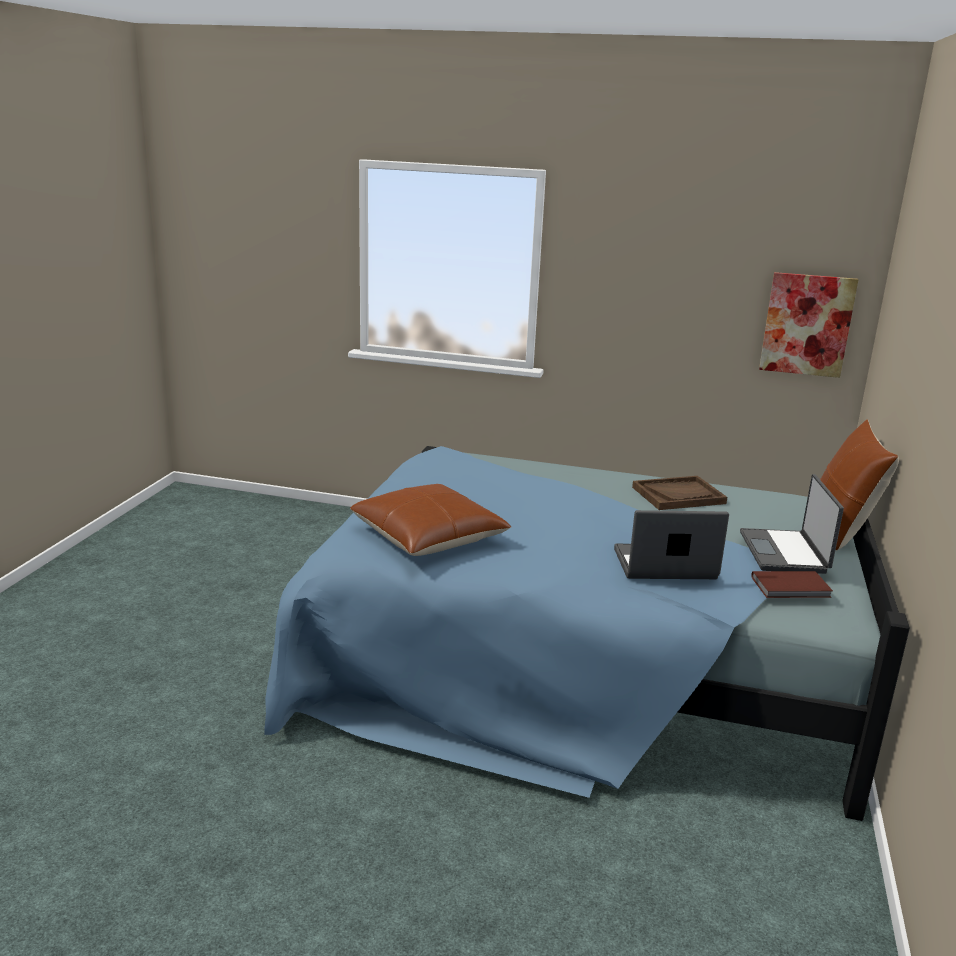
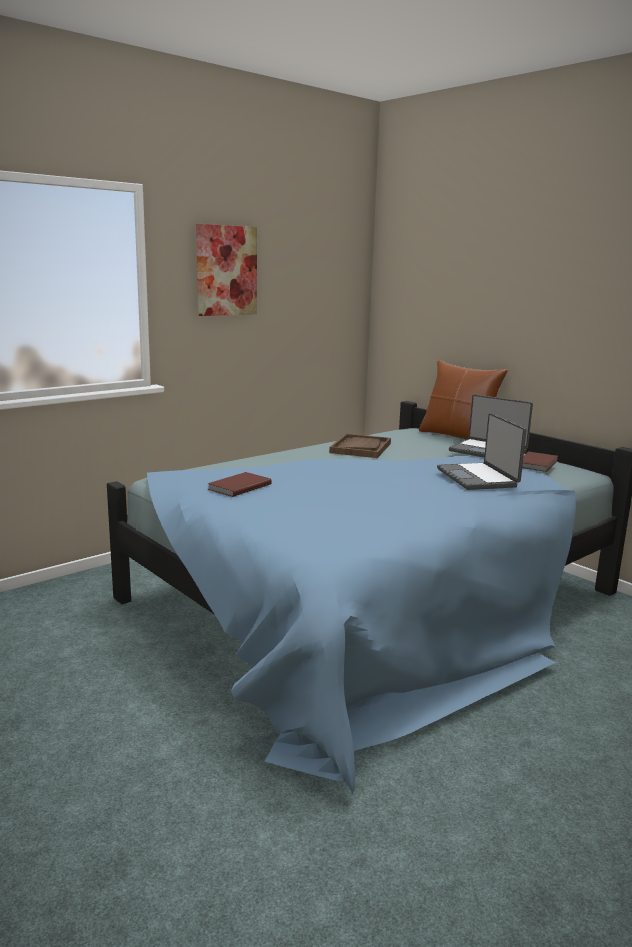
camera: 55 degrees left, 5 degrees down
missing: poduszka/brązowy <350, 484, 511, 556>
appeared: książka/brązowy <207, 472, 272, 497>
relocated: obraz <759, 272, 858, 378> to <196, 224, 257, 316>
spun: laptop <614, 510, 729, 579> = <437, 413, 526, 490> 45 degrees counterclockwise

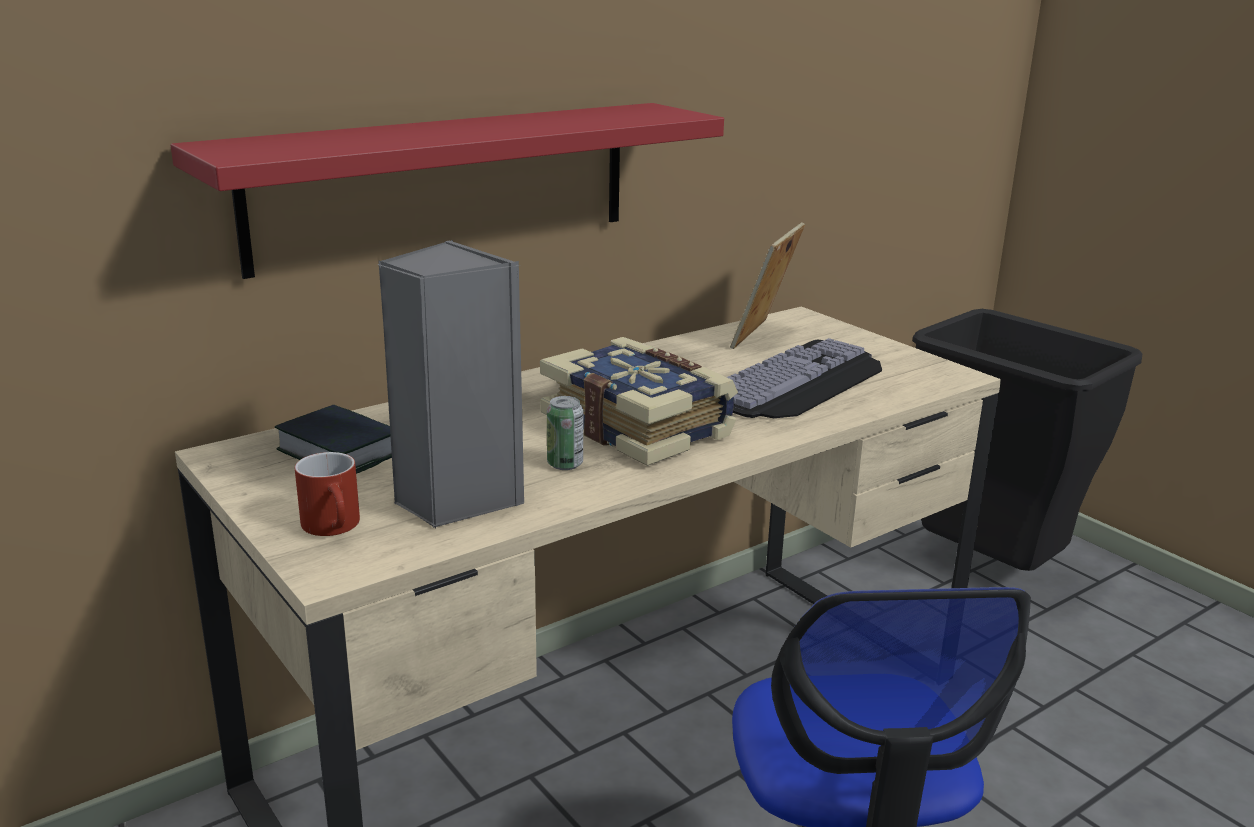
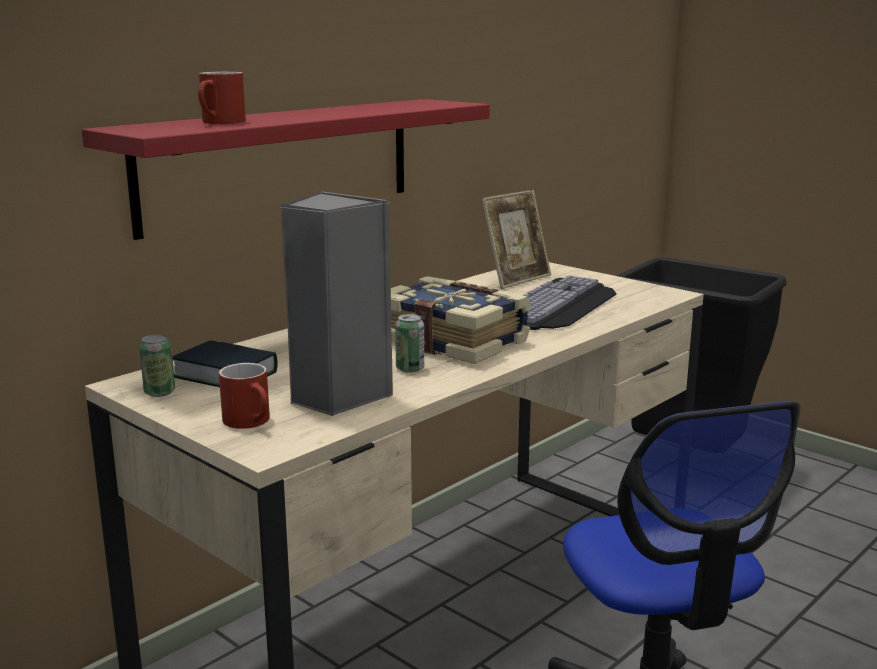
camera: 10 degrees left, 5 degrees down
appeared: puszka <139, 334, 175, 397>; kubek/czerwony <198, 72, 246, 124>
spun: ramka na zdjęcie <730, 222, 805, 349> = <482, 190, 551, 289> 150 degrees counterclockwise

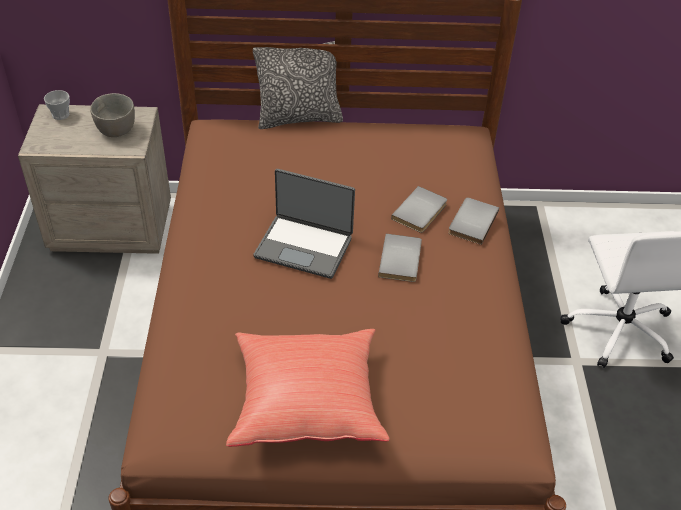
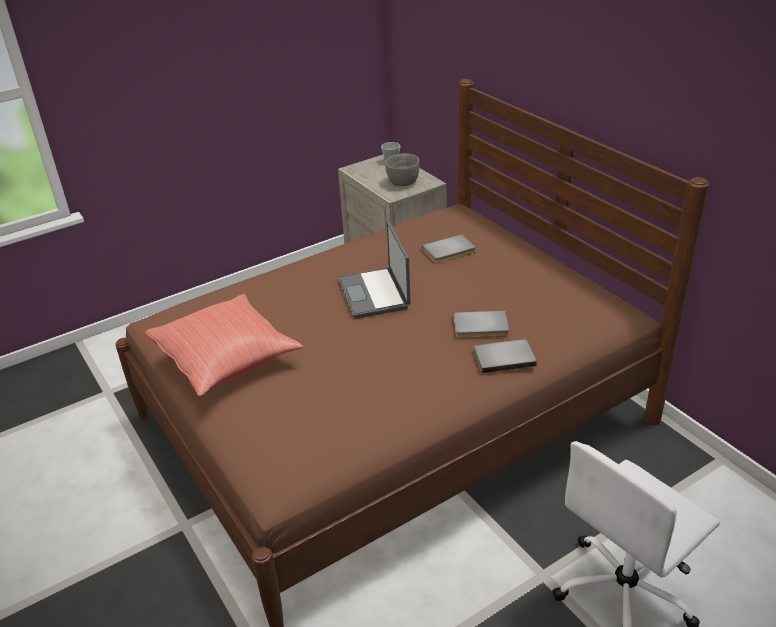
camera: 60 degrees right, 10 degrees down
missing: poduszka <253, 41, 343, 129>
relocated: książka/szary <378, 234, 422, 282> to <422, 234, 476, 263>

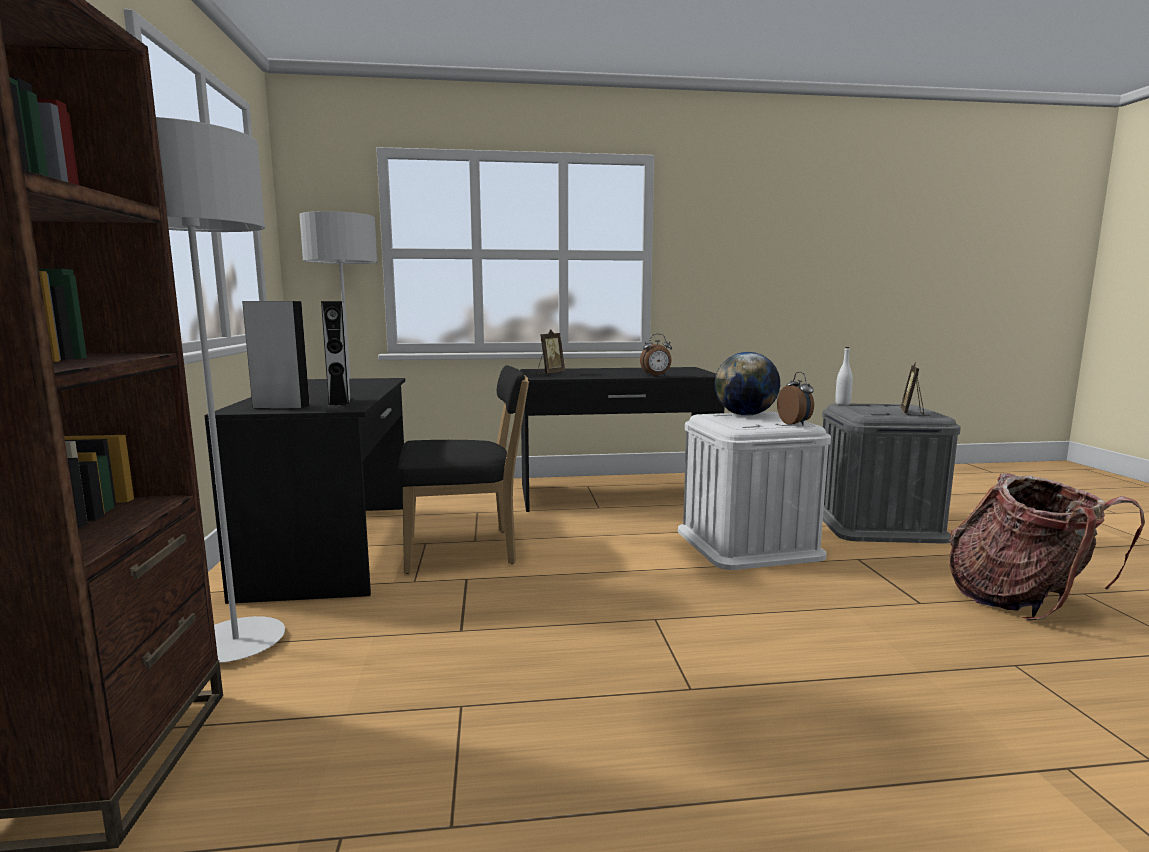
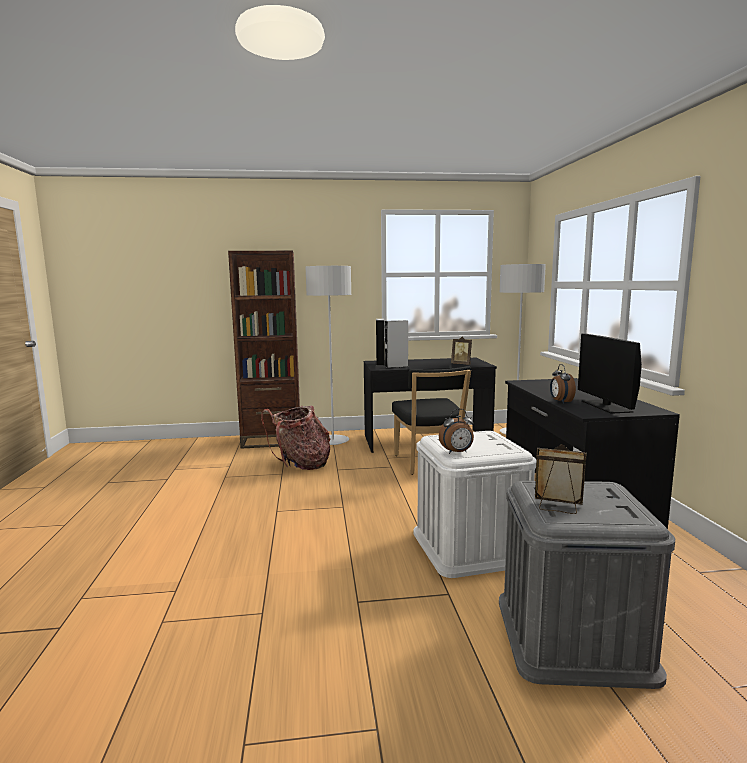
camera: 90 degrees right, 0 degrees up
missing: globus <714, 352, 780, 416>; butelka/biały <835, 347, 853, 405>
appeared: monitor <578, 333, 642, 414>
relocated: plecak <949, 473, 1145, 620> to <261, 406, 331, 470>; ramka na zdjęcie <537, 329, 565, 374> to <451, 337, 472, 365>

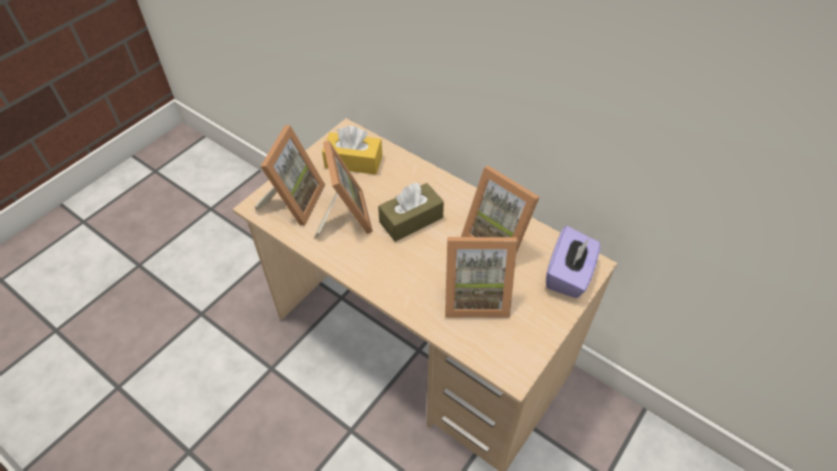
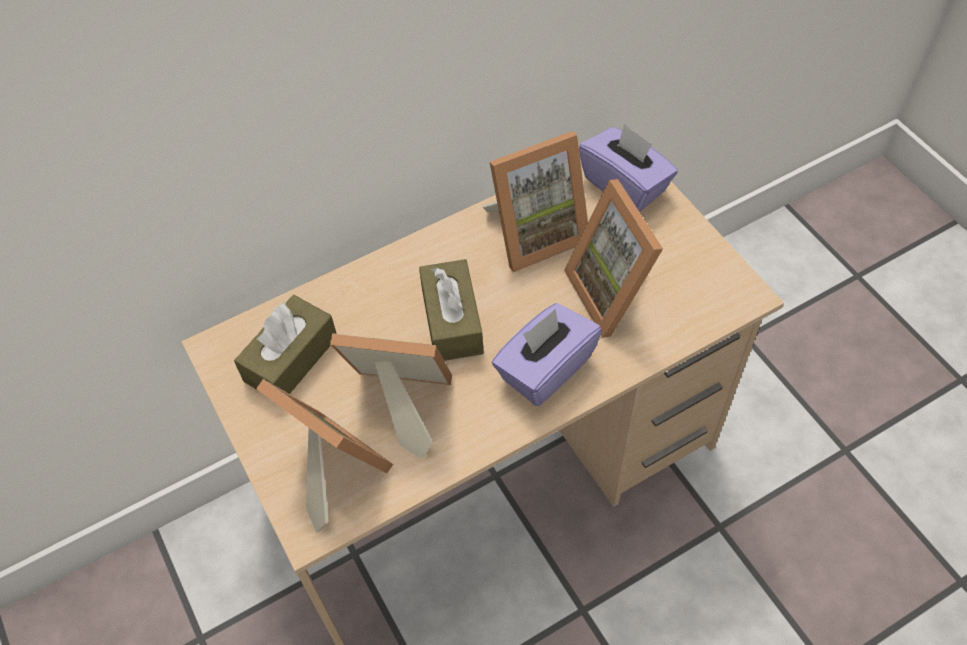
camera: 65 degrees left, 5 degrees up
appeared: pudełko chusteczek/fioletowy <492, 303, 602, 406>
colour: pudełko chusteczek/żółty <322, 126, 382, 175> to pudełko chusteczek/brązowy <234, 295, 337, 394>
spun: ramka na zdjęcie <445, 237, 518, 318> = <564, 179, 663, 338> 135 degrees clockwise

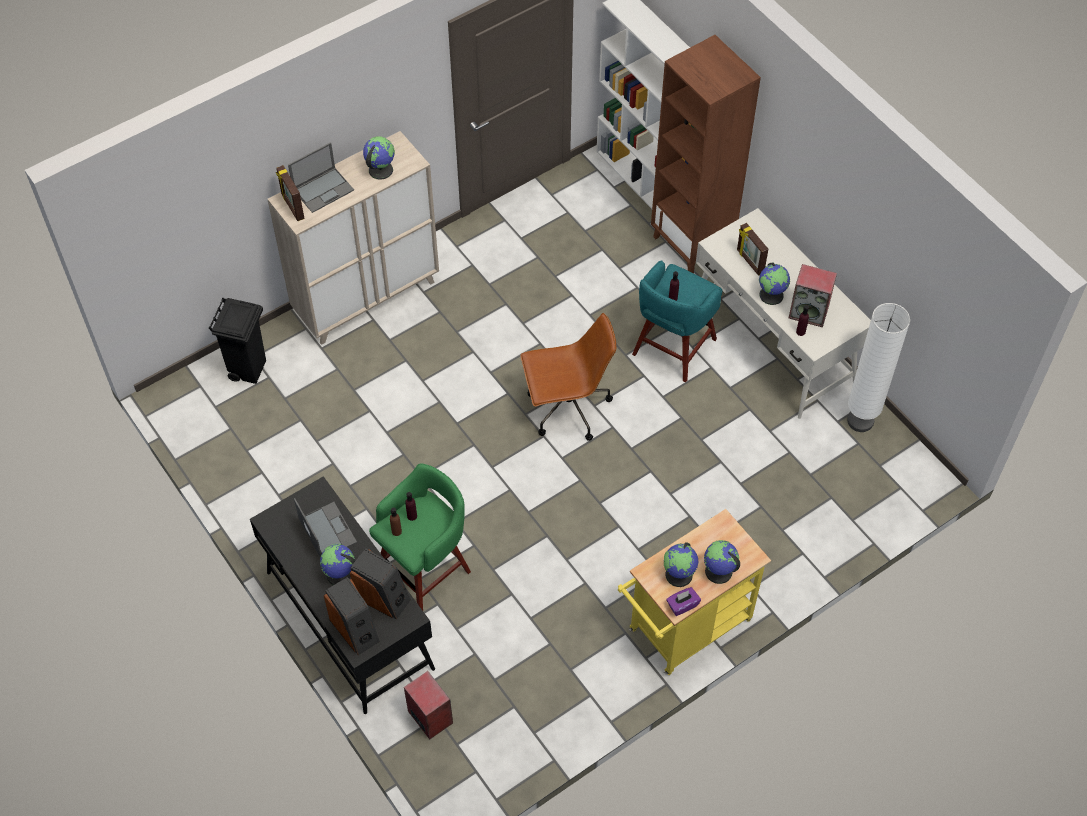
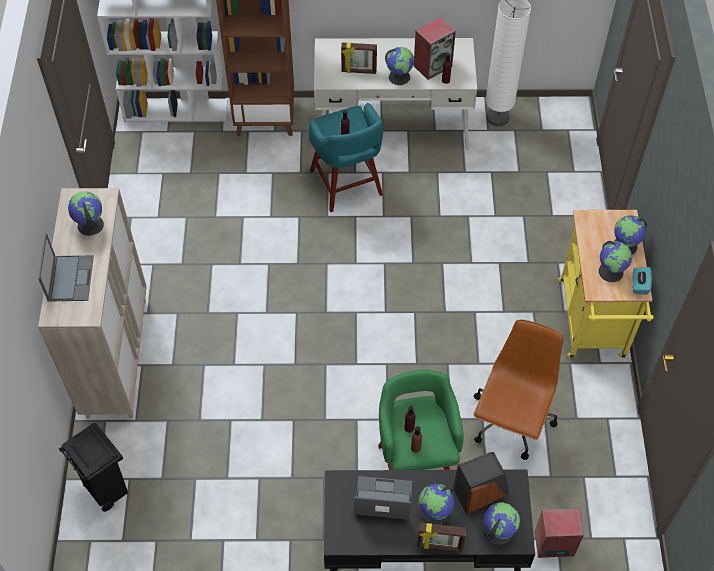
camera: 55 degrees left, 0 degrees up
relocated: ramka na zdjęcie <276, 165, 305, 221> to <417, 523, 466, 552>; krzesło biurowe/brązowy <520, 313, 616, 441> to <474, 320, 564, 460>
exchanged: głośnik <324, 577, 380, 655> to globus <484, 502, 520, 545>
colour: pudełko chusteczek/fioletowy <666, 587, 701, 616> to pudełko chusteczek/turkusowy <633, 267, 652, 295>

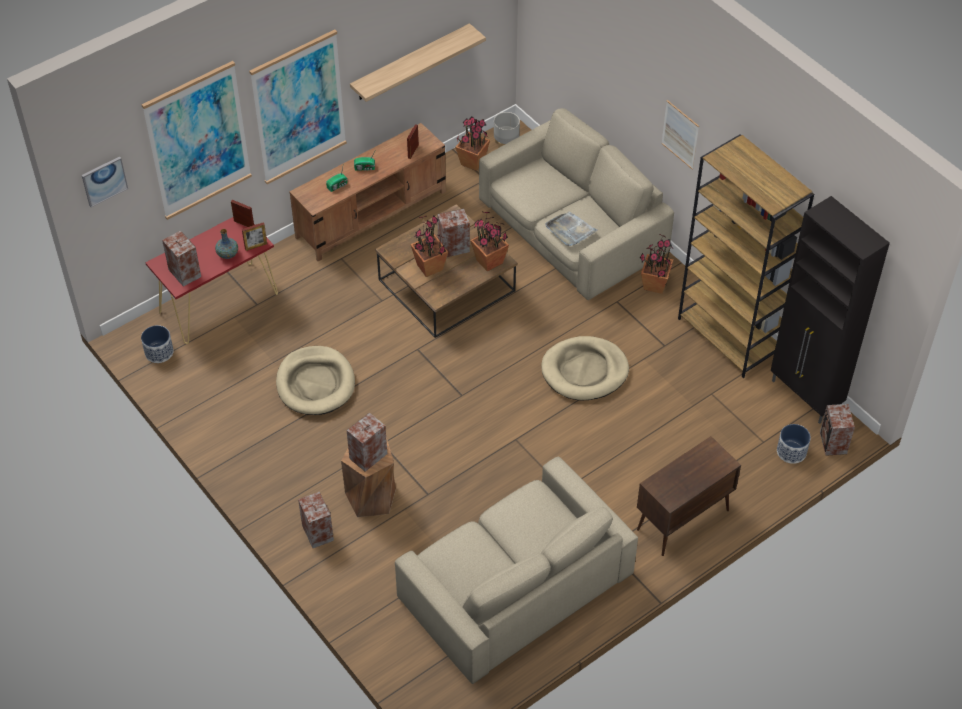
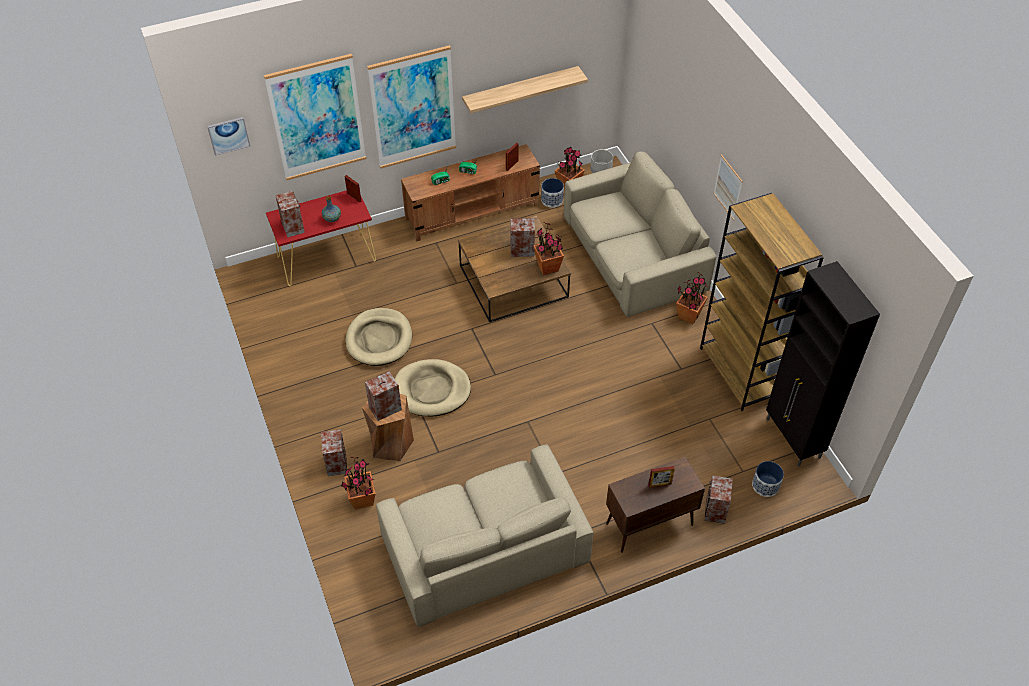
camera: 15 degrees right, 0 degrees up
missing: taca/szary <545, 211, 598, 246>
relocated: roślina doniczkowa <410, 216, 448, 277> to <341, 457, 376, 509>; legowisko/beżowy <541, 336, 629, 400> to <395, 359, 471, 416>; donica <141, 325, 174, 363> to <541, 178, 564, 208>; ramka na zdjęcie <242, 222, 267, 251> to <648, 466, 675, 488>; głośnik <820, 404, 855, 456> to <705, 476, 733, 524>

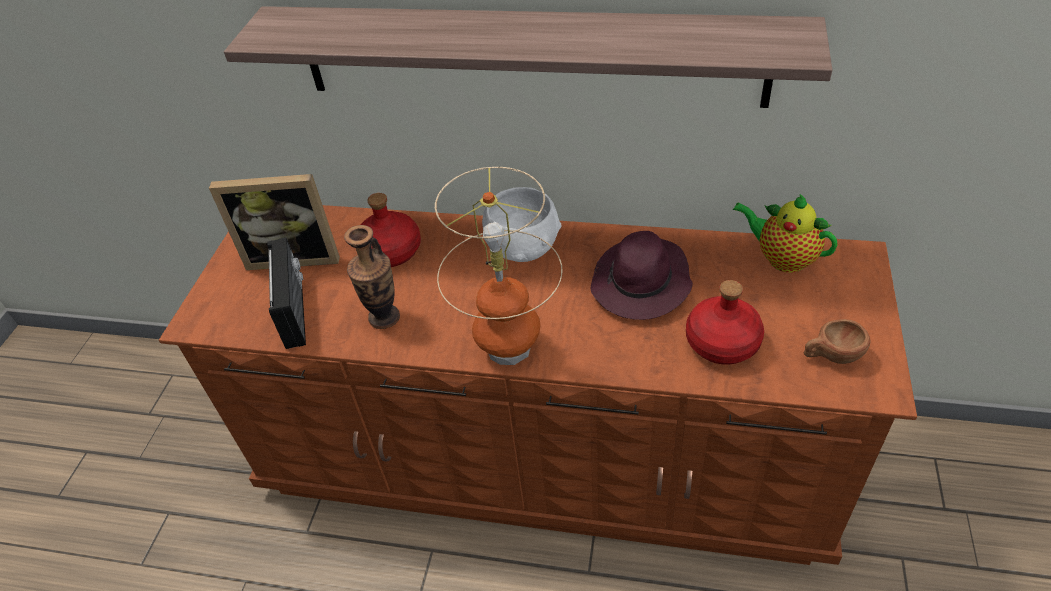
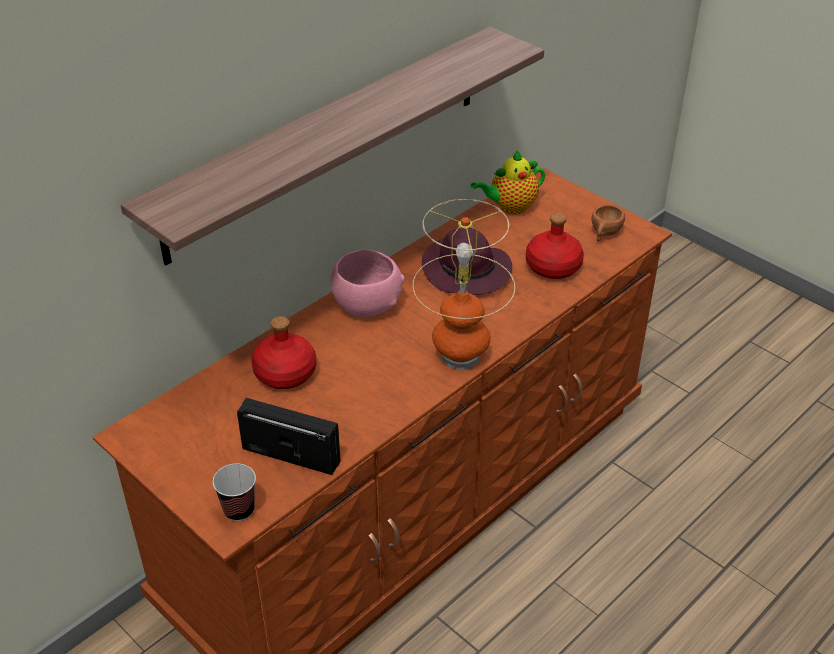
camera: 60 degrees left, 5 degrees down
missing: ramka na zdjęcie <209, 174, 340, 270>; wazon <344, 225, 400, 329>
appeared: filiżanka <213, 463, 256, 522>
colour: miska/biały <482, 187, 561, 262> to miska/różowy <330, 250, 405, 318>

